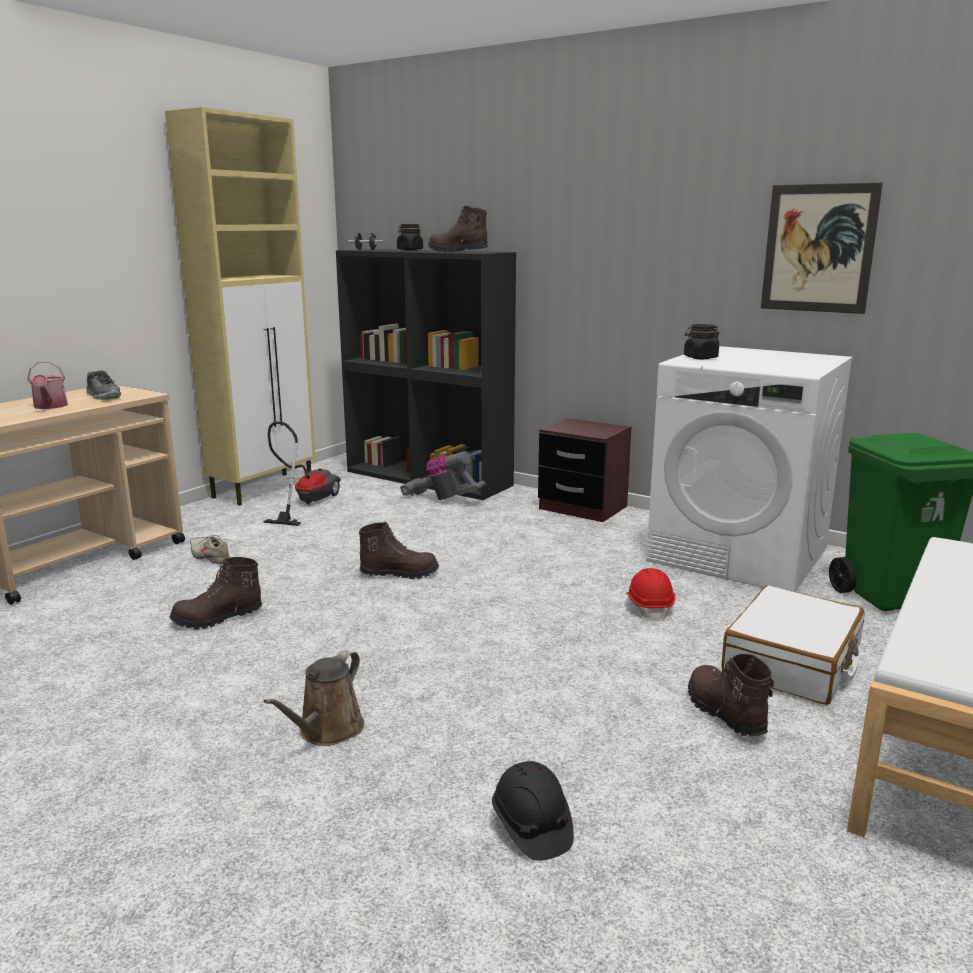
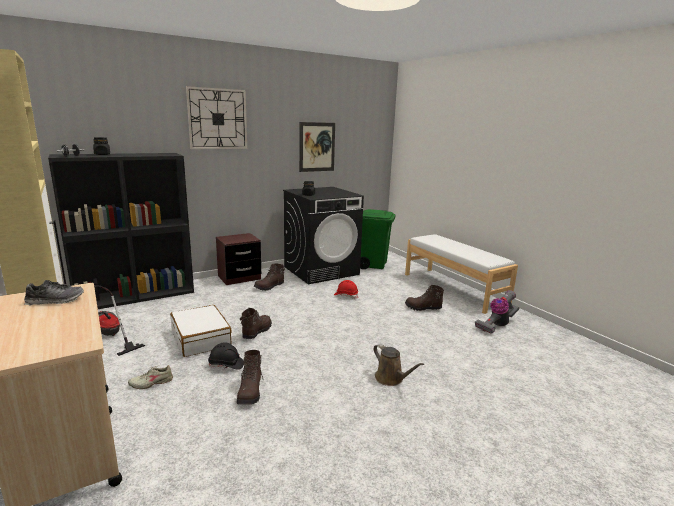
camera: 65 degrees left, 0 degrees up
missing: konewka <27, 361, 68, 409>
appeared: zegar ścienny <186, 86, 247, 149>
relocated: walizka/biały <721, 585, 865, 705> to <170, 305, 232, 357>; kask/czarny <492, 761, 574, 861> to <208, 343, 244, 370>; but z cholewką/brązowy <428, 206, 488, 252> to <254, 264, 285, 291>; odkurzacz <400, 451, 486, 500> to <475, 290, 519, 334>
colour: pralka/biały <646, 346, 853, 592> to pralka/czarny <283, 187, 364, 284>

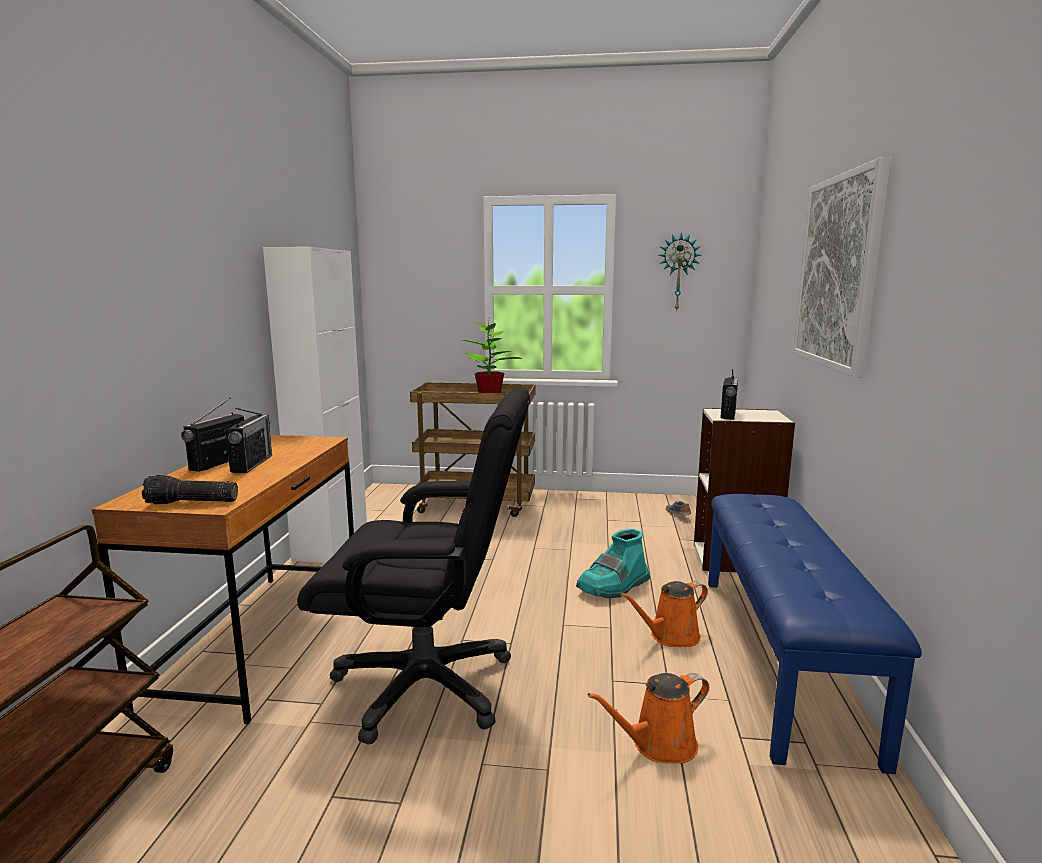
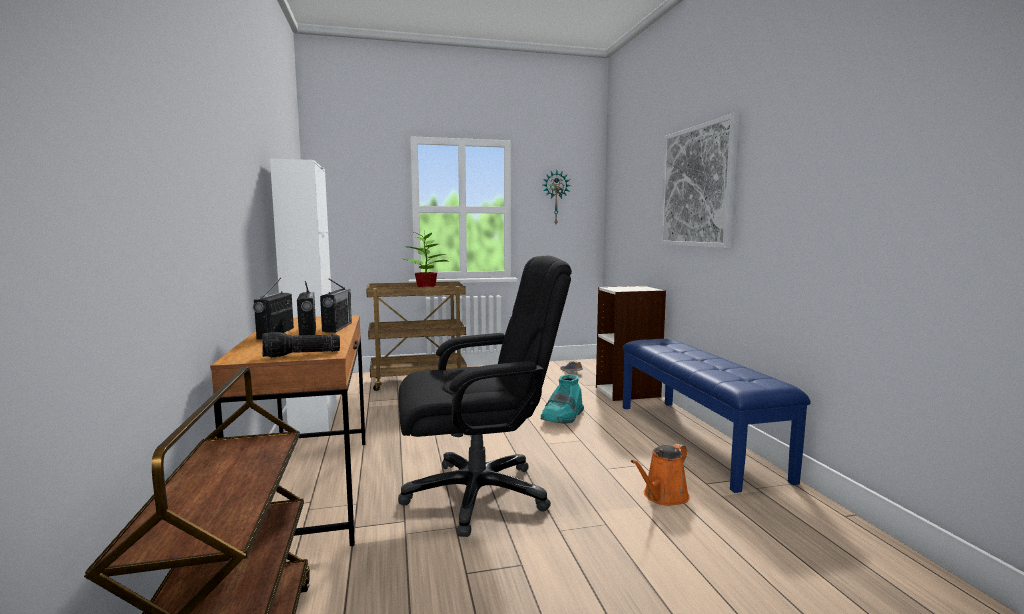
camera: 20 degrees left, 5 degrees down
missing: konewka/pomarańczowy <620, 581, 708, 647>
relocated: radio <720, 369, 738, 420> to <320, 279, 352, 332>

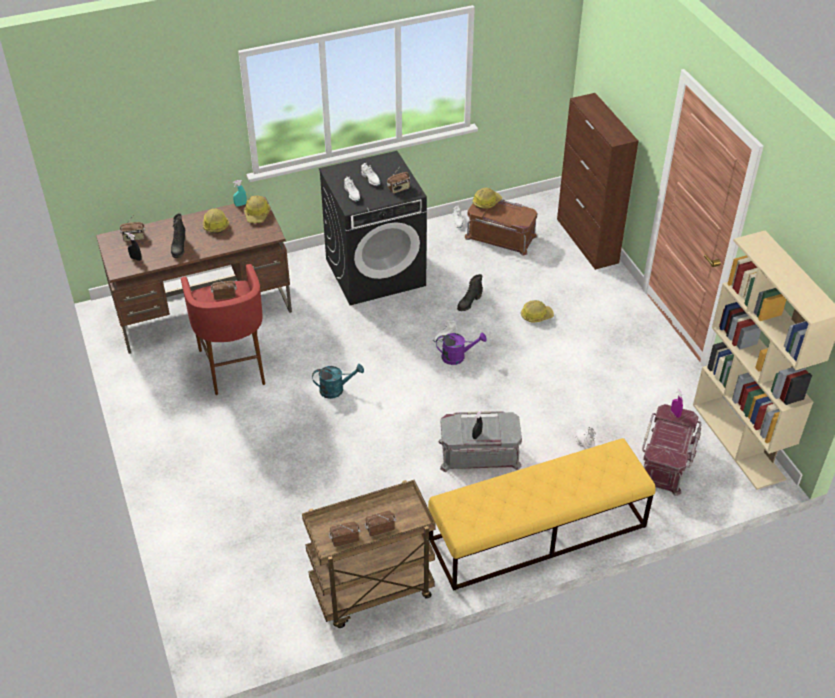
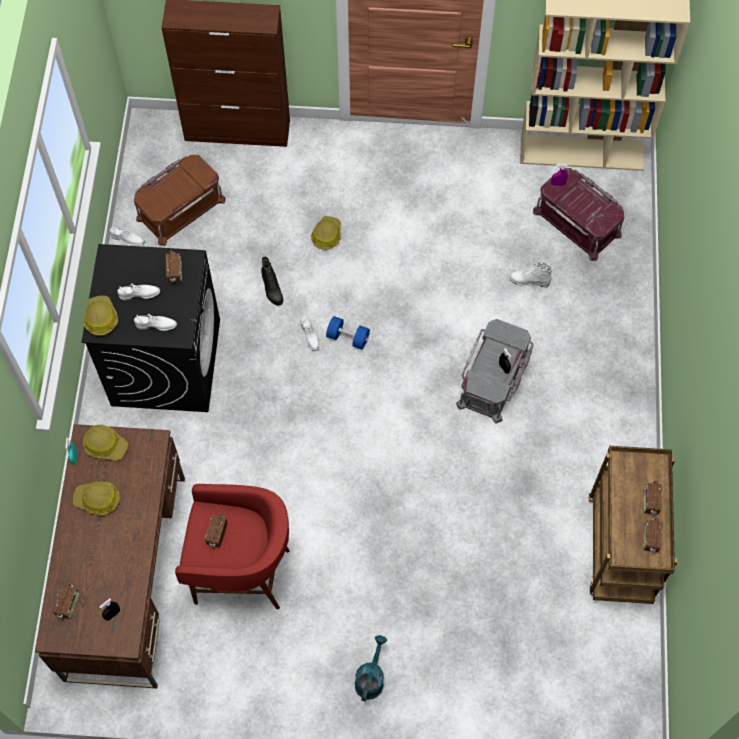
camera: 65 degrees left, 20 degrees up
missing: but z cholewką/czarny <171, 213, 185, 258>; ławka/żółty <428, 438, 656, 591>
relocated: kask <473, 188, 502, 209> to <84, 296, 118, 336>; konewka/turkusowy <312, 364, 364, 399> to <355, 635, 387, 702>
exchanged: konewka/fioletowy <436, 333, 487, 365> to hantel/niebieski <326, 316, 370, 350>

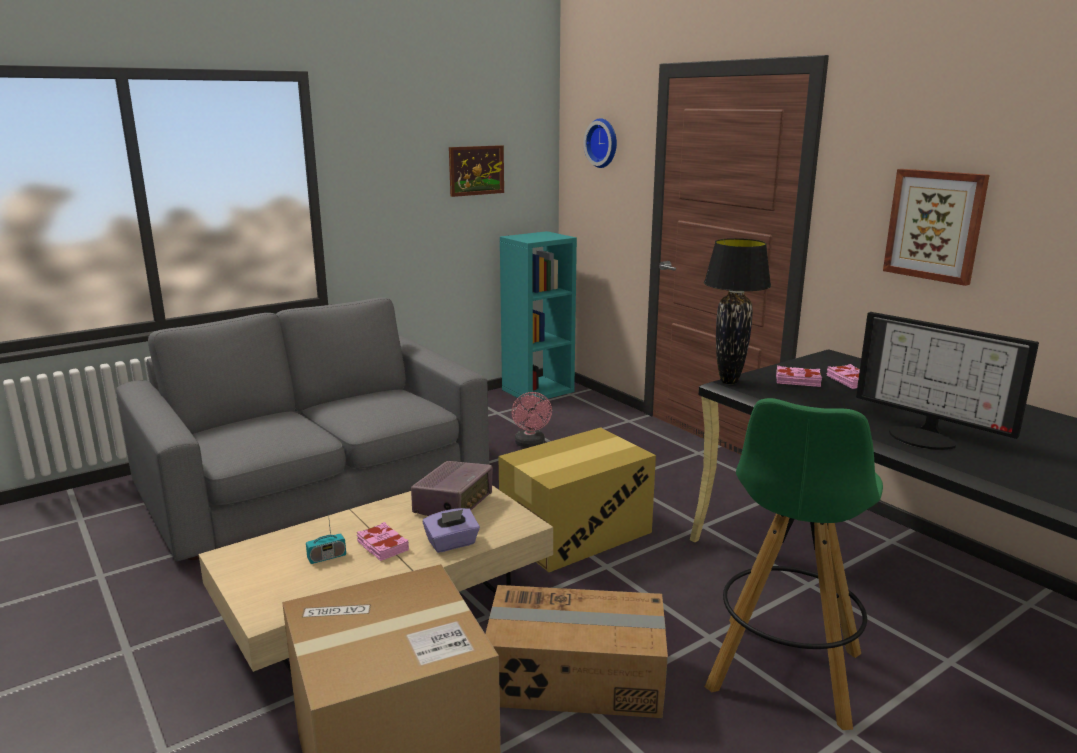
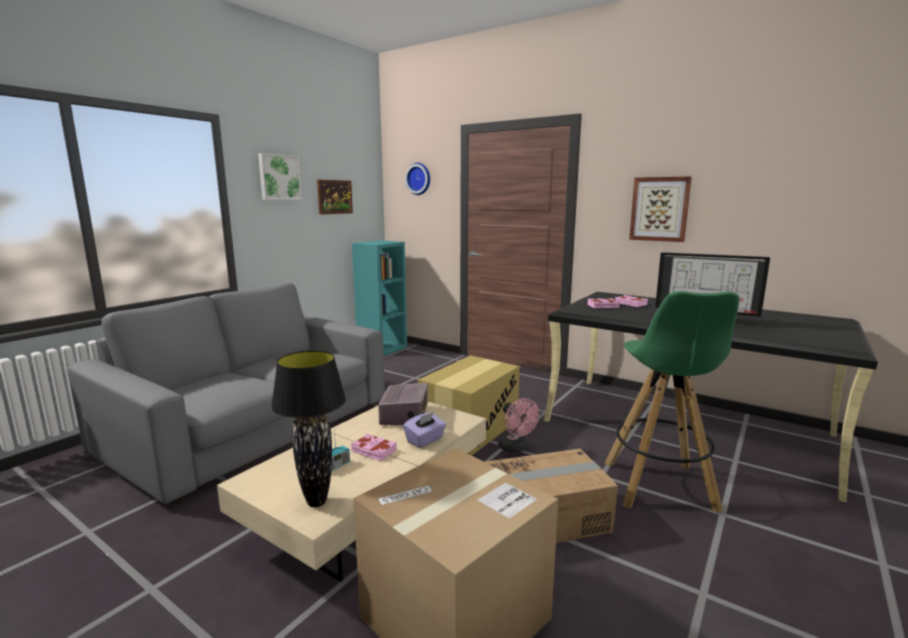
camera: 20 degrees left, 5 degrees down
appeared: obraz <258, 153, 302, 200>
relocated: lampa stołowa/czarny <704, 238, 771, 385> to <271, 350, 346, 507>; wentylator/różowy <511, 392, 552, 447> to <498, 398, 539, 453>

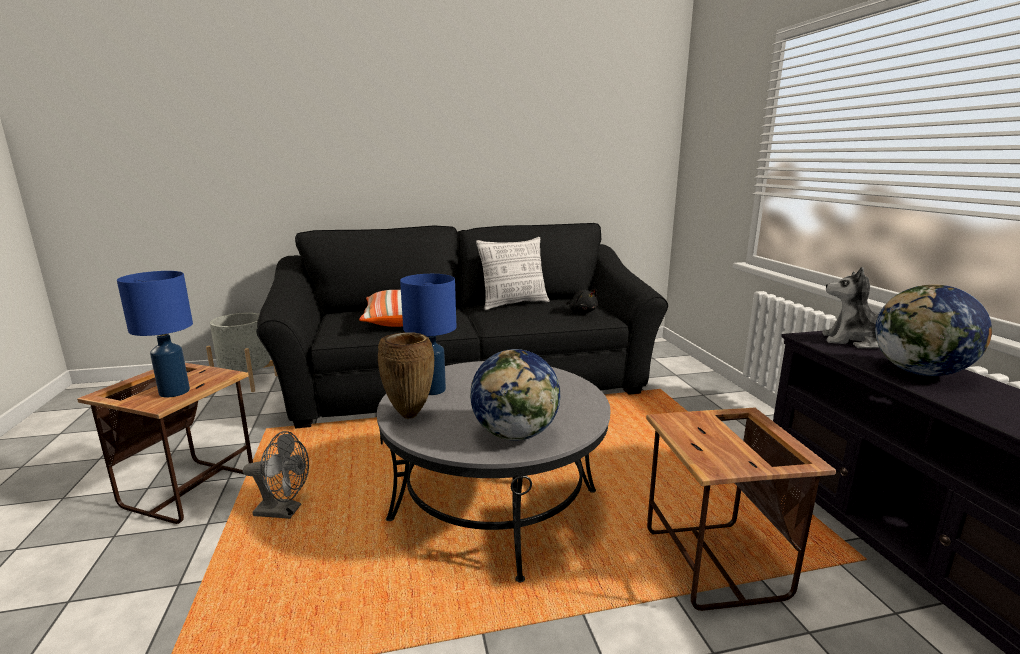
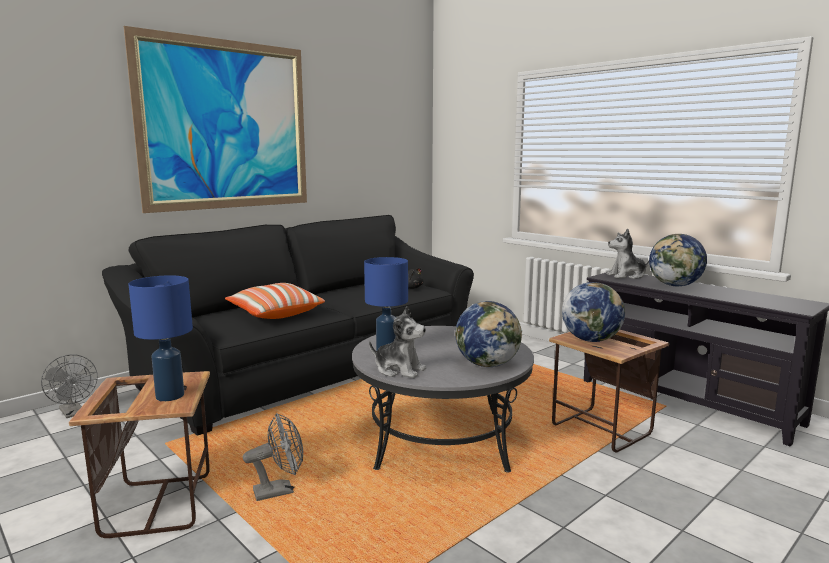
camera: 30 degrees left, 5 degrees down
missing: poduszka <476, 237, 550, 310>
appeared: obraz <124, 26, 307, 213>; globus <562, 282, 625, 342>
exchanged: donica/szary <206, 313, 278, 392> to wentylator/szary <41, 354, 98, 418>; wazon/brązowy <378, 332, 434, 419> to pluszak <369, 306, 426, 378>

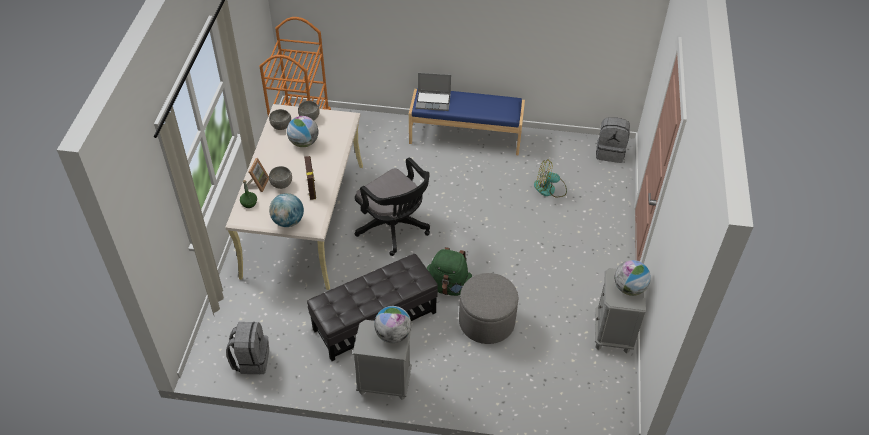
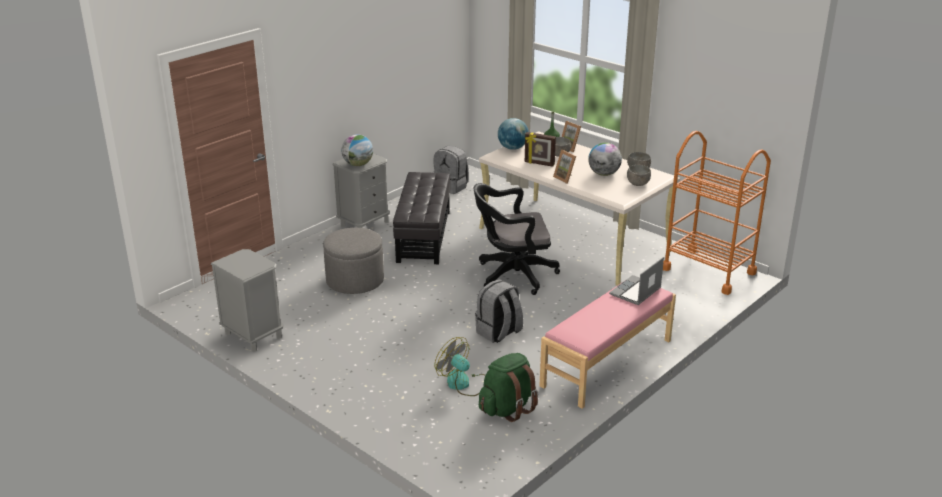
camera: 125 degrees right, 20 degrees down
missing: globus <615, 260, 651, 296>
appeared: ramka na zdjęcie <553, 150, 576, 184>
relocated: plecak/szary <596, 117, 630, 163> to <475, 279, 523, 343>; plecak/zielony <427, 247, 472, 296> to <479, 353, 538, 422>
colour: ławka/niebieski <409, 88, 525, 155> to ławka/różowy <539, 282, 676, 409>
spun: wentylator <534, 159, 567, 198> = <434, 337, 485, 396> 90 degrees counterclockwise

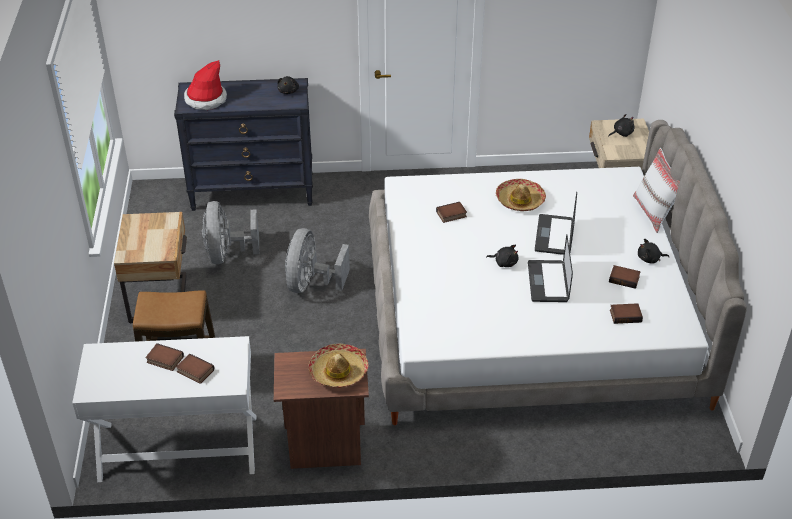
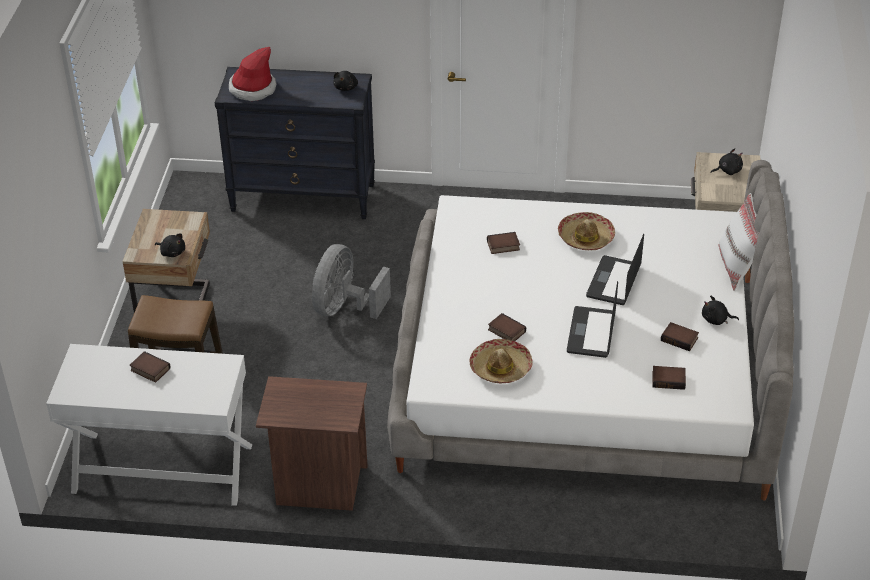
camera: 10 degrees right, 0 degrees up
missing: wentylator/szary <202, 201, 259, 264>
relocated: pluszak/czarny <486, 245, 519, 267> to <155, 233, 185, 257>; kapelusz <308, 344, 368, 388> to <469, 339, 533, 384>; książka <176, 354, 214, 384> to <488, 313, 526, 341>

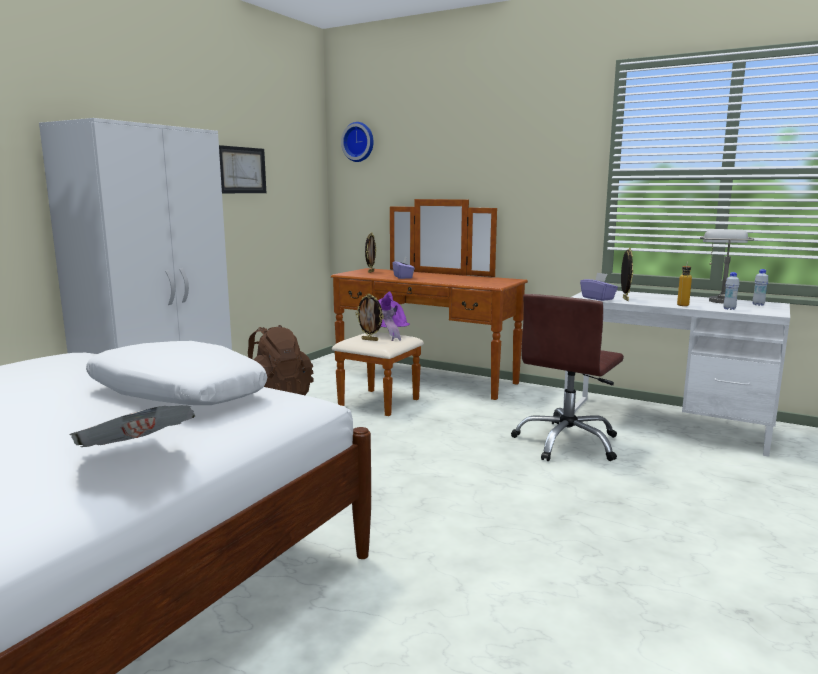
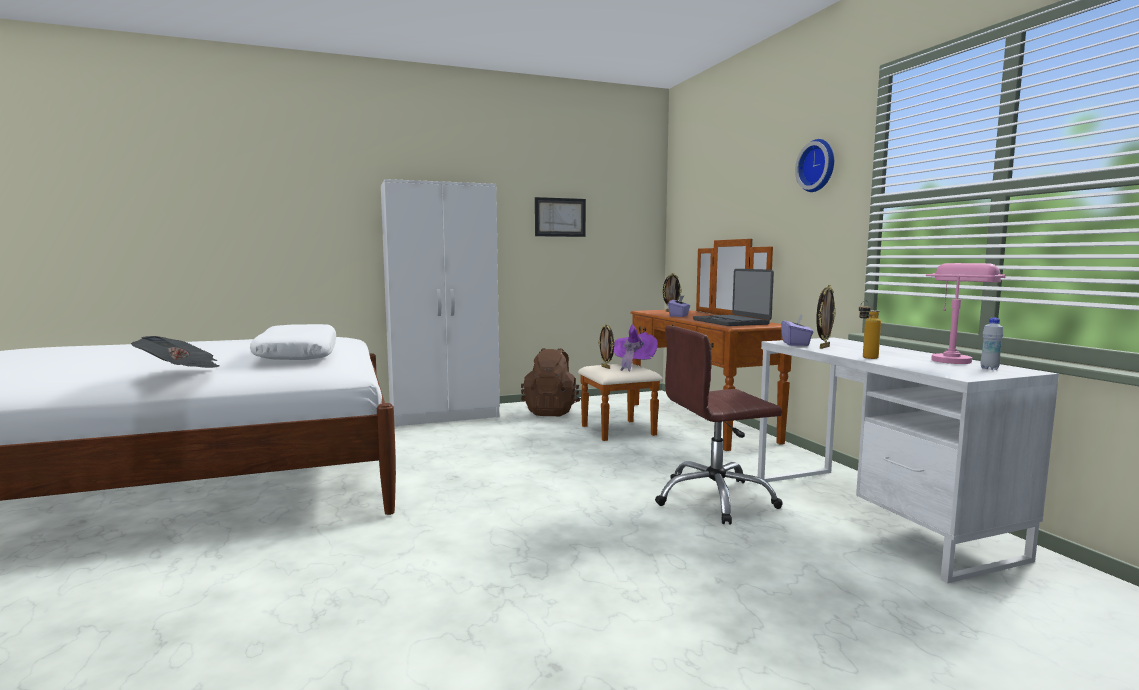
camera: 40 degrees right, 5 degrees down
missing: butelka/biały <723, 272, 739, 310>
appeared: laptop <693, 269, 774, 326>
relocated: zegar ścienny <341, 122, 374, 162> to <795, 139, 834, 192>
colour: lampa stołowa/szary <700, 229, 754, 304> to lampa stołowa/różowy <926, 263, 1006, 364>

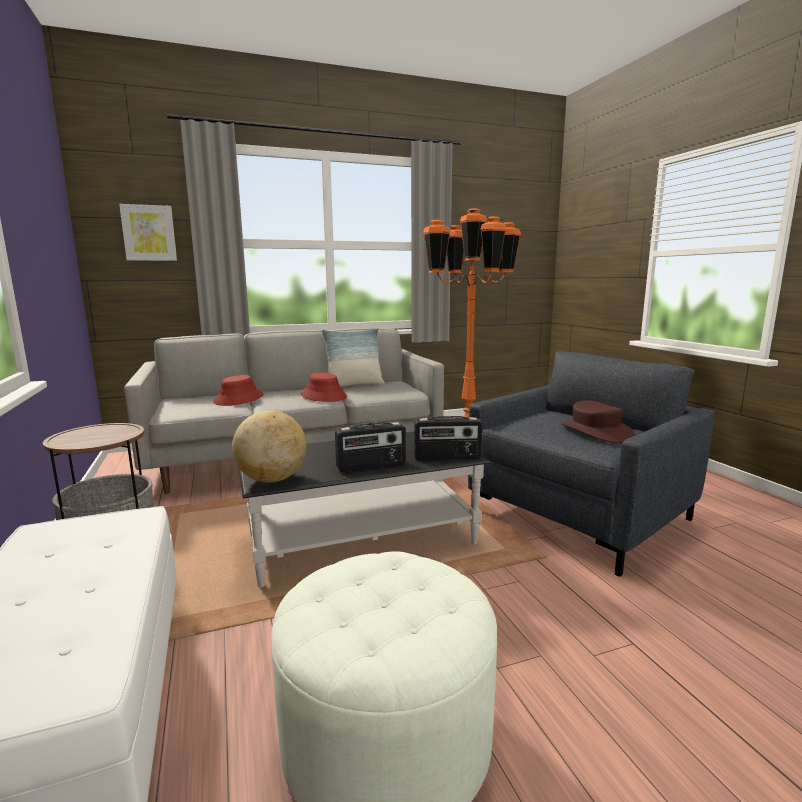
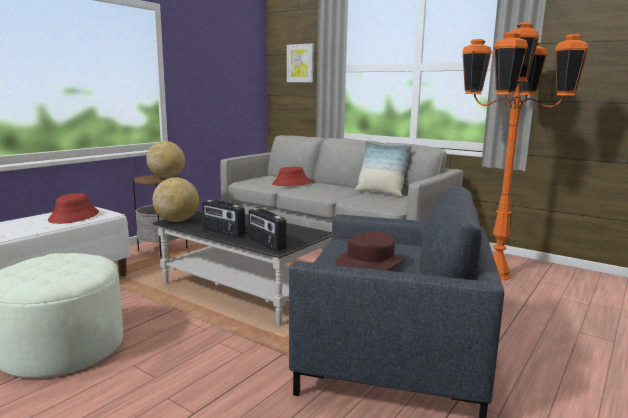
camera: 55 degrees right, 0 degrees up
appeared: globus <146, 141, 185, 178>
relocated: kapelusz/czerwony <301, 373, 347, 402> to <48, 193, 99, 224>

